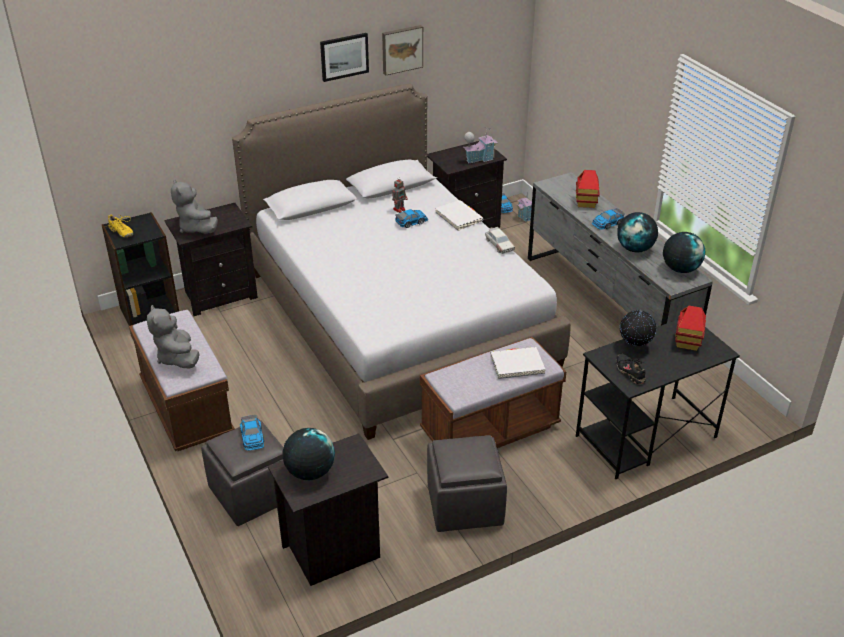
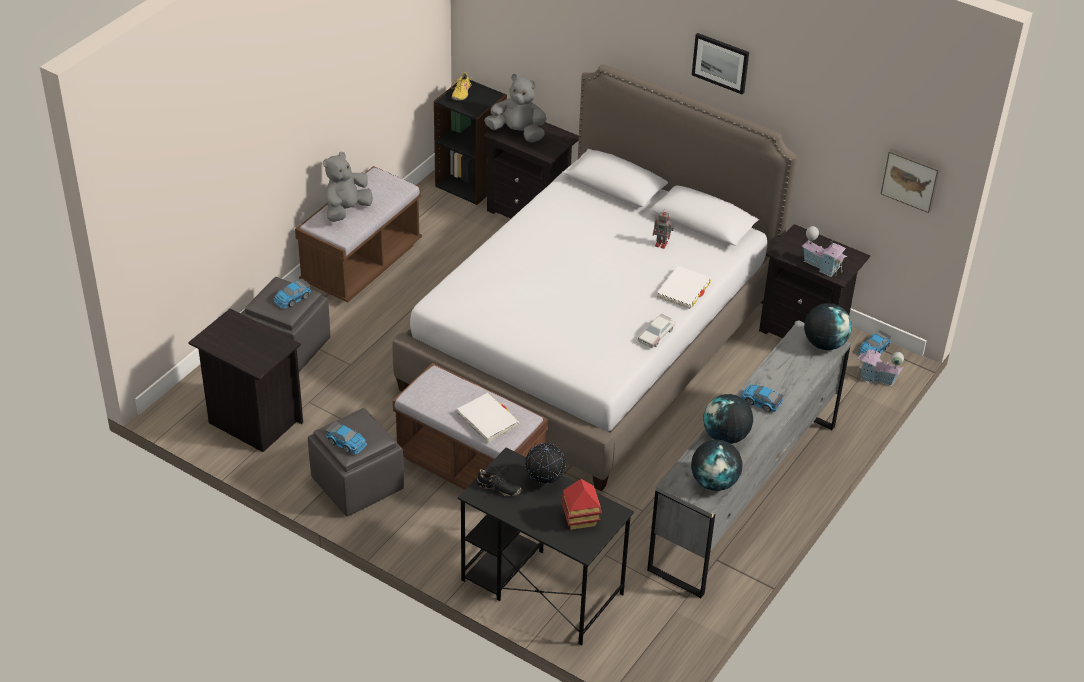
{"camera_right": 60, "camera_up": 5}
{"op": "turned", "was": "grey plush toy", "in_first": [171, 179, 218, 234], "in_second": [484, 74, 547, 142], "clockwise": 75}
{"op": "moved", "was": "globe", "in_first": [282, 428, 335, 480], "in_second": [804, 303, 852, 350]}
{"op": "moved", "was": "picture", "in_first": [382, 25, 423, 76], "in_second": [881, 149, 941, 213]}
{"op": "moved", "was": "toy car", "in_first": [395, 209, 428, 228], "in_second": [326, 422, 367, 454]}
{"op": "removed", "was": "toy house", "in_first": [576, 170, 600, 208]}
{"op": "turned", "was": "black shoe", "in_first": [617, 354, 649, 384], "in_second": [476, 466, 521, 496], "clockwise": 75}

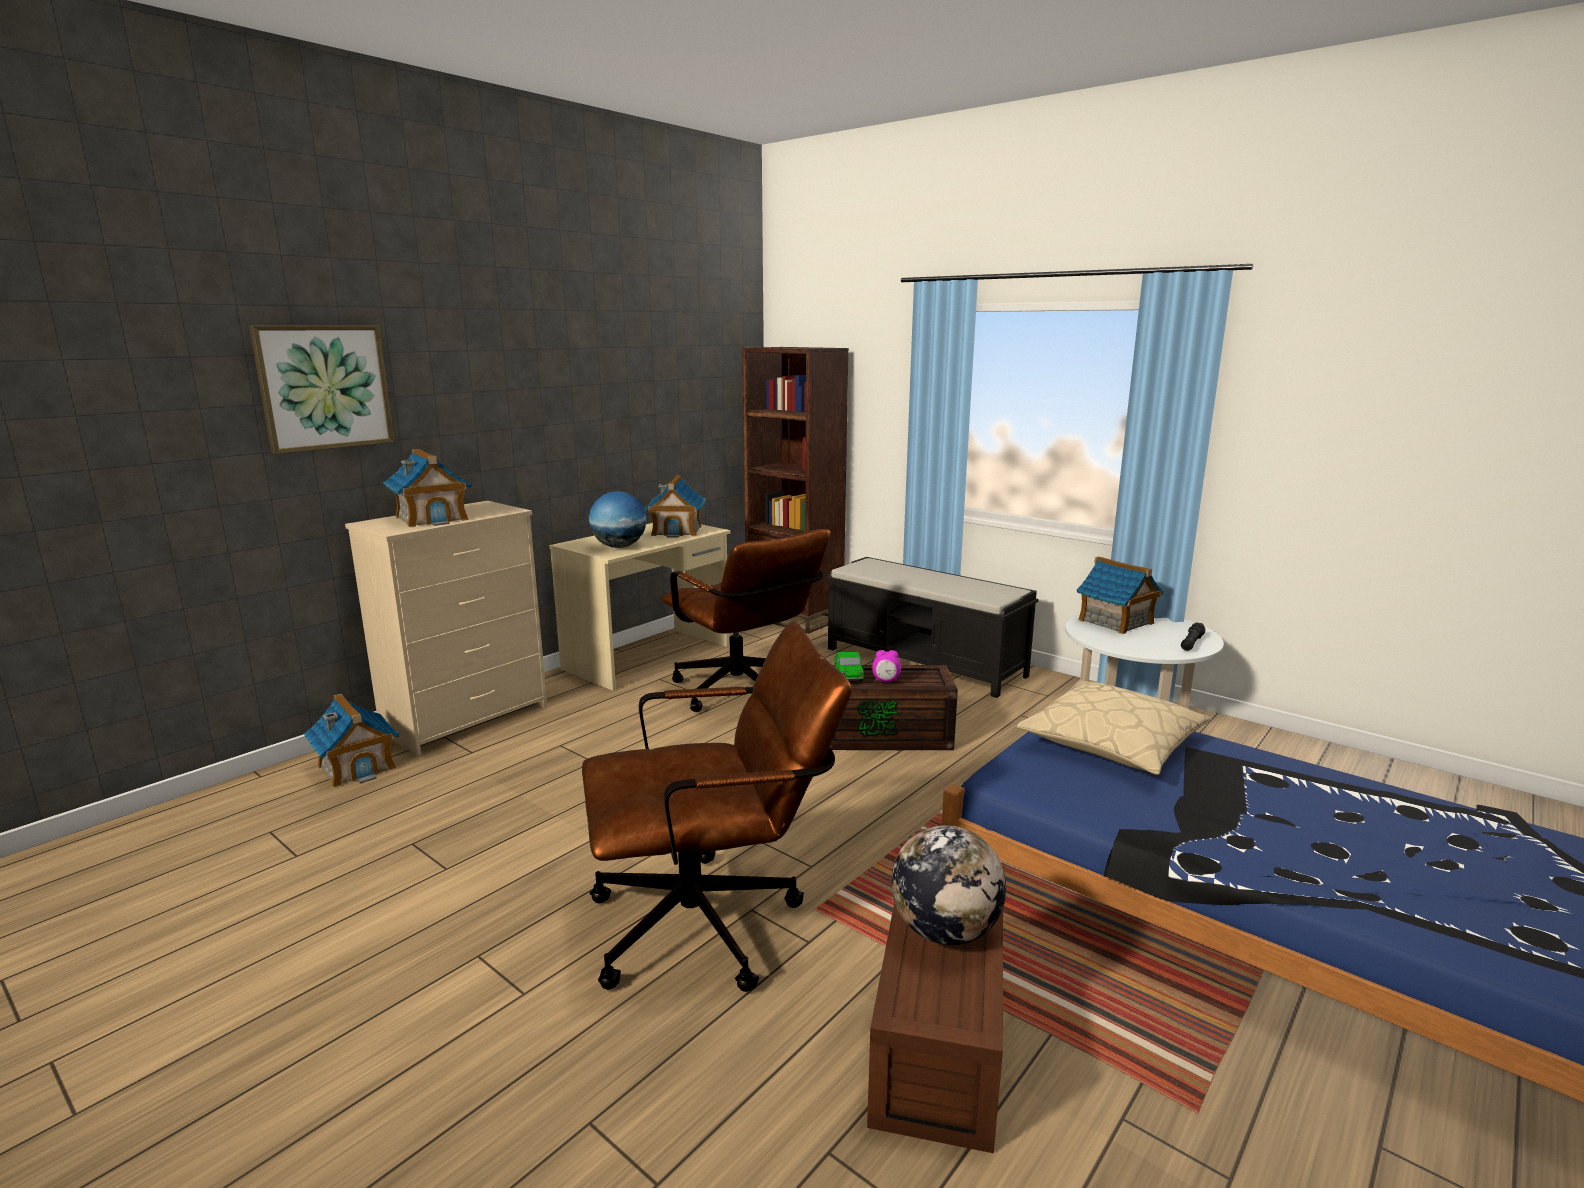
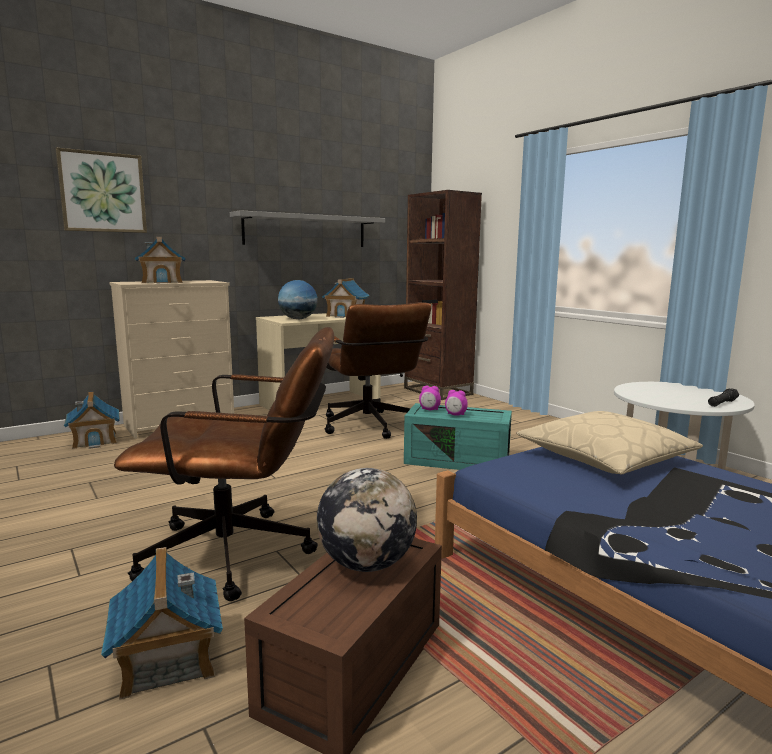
{"camera_right": 15, "camera_up": -5}
{"op": "removed", "was": "black bench", "in_first": [826, 557, 1038, 698]}
{"op": "recoloured", "was": "brown storage box", "now": "turquoise storage box", "in_first": [830, 665, 958, 750], "in_second": [404, 403, 512, 470]}
{"op": "replaced", "was": "toy car", "now": "alarm clock", "in_first": [834, 652, 864, 681], "in_second": [419, 386, 441, 410]}
{"op": "moved", "was": "toy house", "in_first": [1077, 557, 1164, 634], "in_second": [101, 547, 223, 700]}
{"op": "added", "now": "grey shelf", "in_second": [230, 210, 385, 247]}

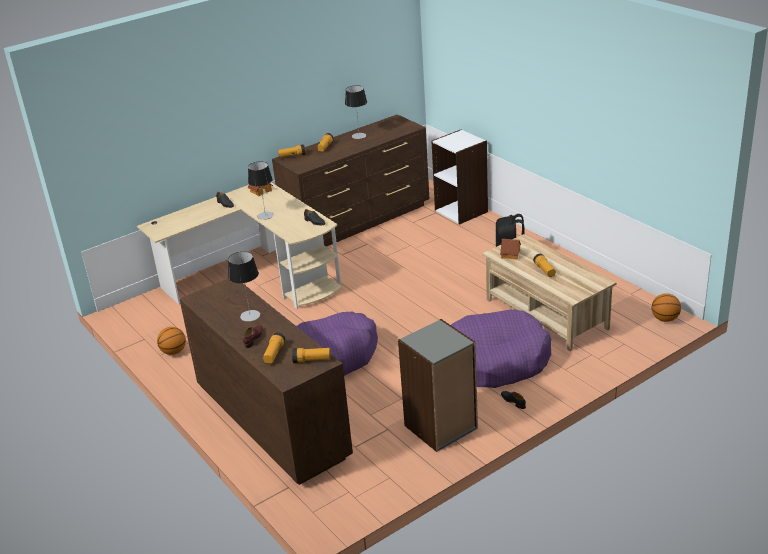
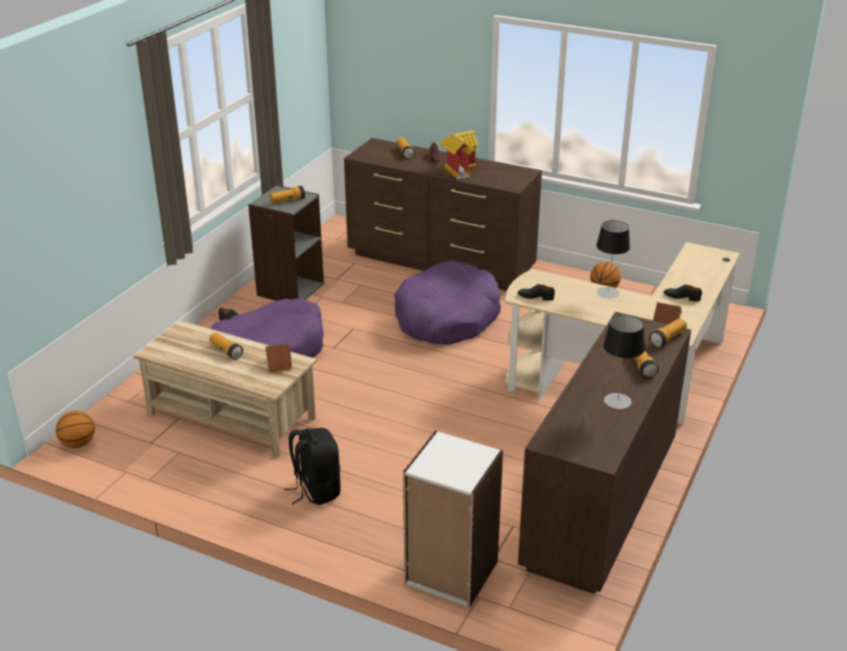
{"camera_right": 150, "camera_up": 0}
{"op": "replaced", "was": "table lamp", "now": "toy house", "in_first": [228, 251, 260, 321], "in_second": [439, 130, 478, 179]}
{"op": "moved", "was": "flashlight", "in_first": [292, 348, 331, 363], "in_second": [270, 186, 305, 203]}

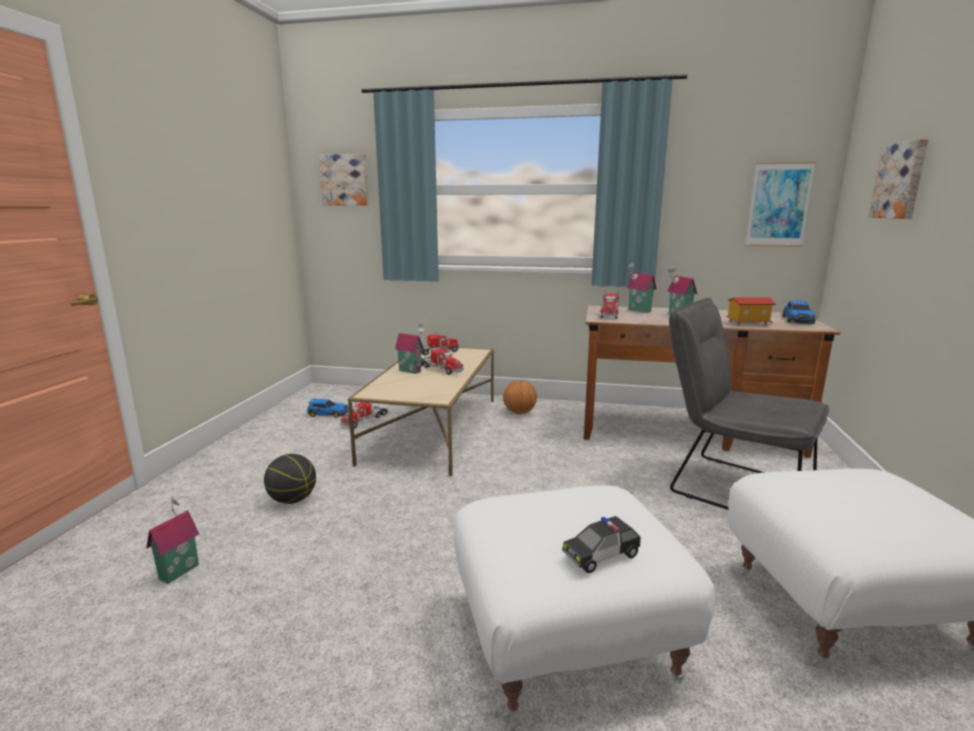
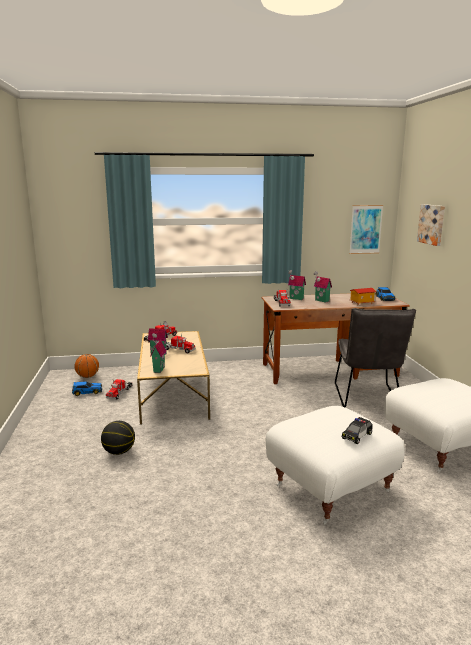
{"camera_right": -20, "camera_up": 0}
{"op": "moved", "was": "toy house", "in_first": [146, 496, 199, 584], "in_second": [150, 333, 166, 373]}
{"op": "removed", "was": "picture", "in_first": [318, 154, 369, 205]}
{"op": "moved", "was": "basketball", "in_first": [503, 380, 537, 414], "in_second": [74, 354, 99, 378]}
{"op": "turned", "was": "grey chair", "in_first": [669, 298, 830, 510], "in_second": [335, 308, 416, 408], "clockwise": -105}

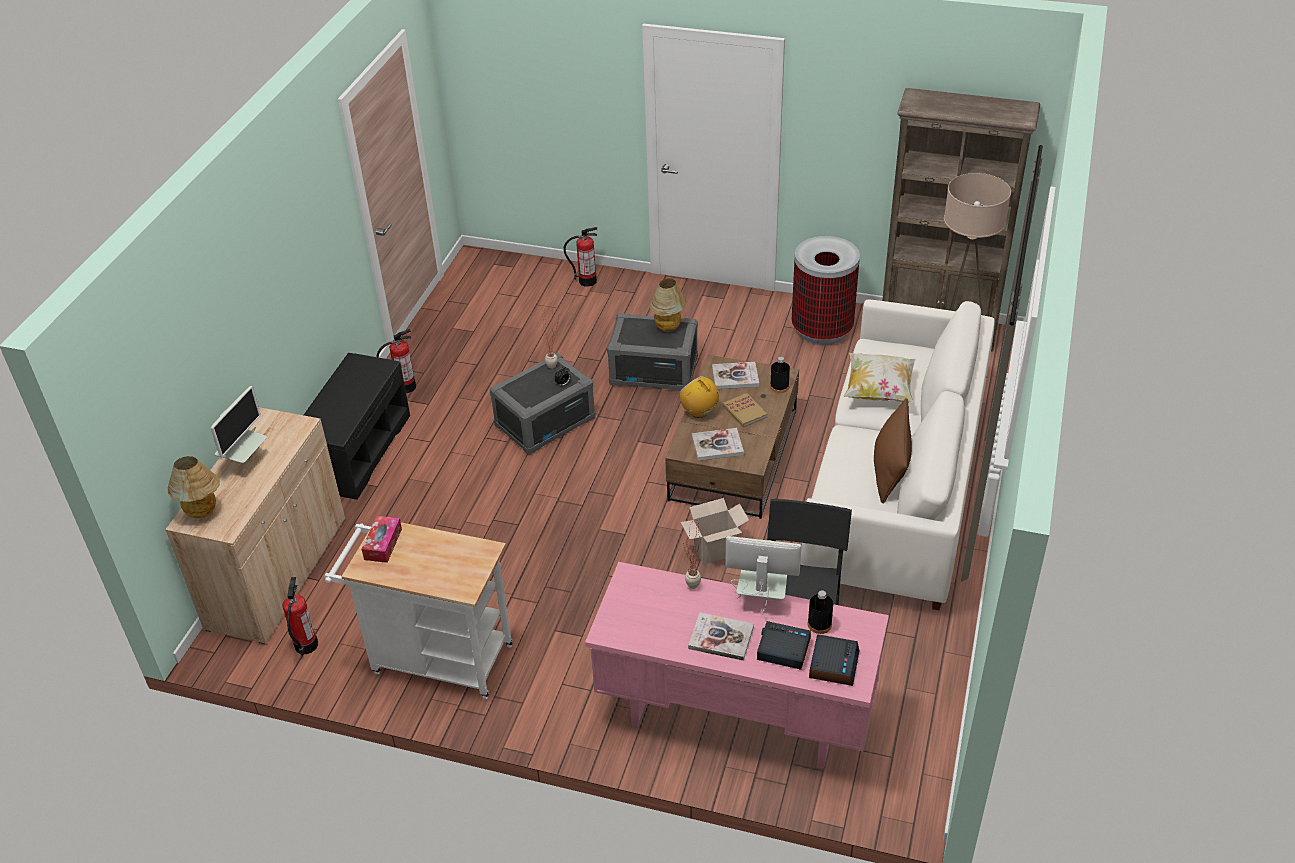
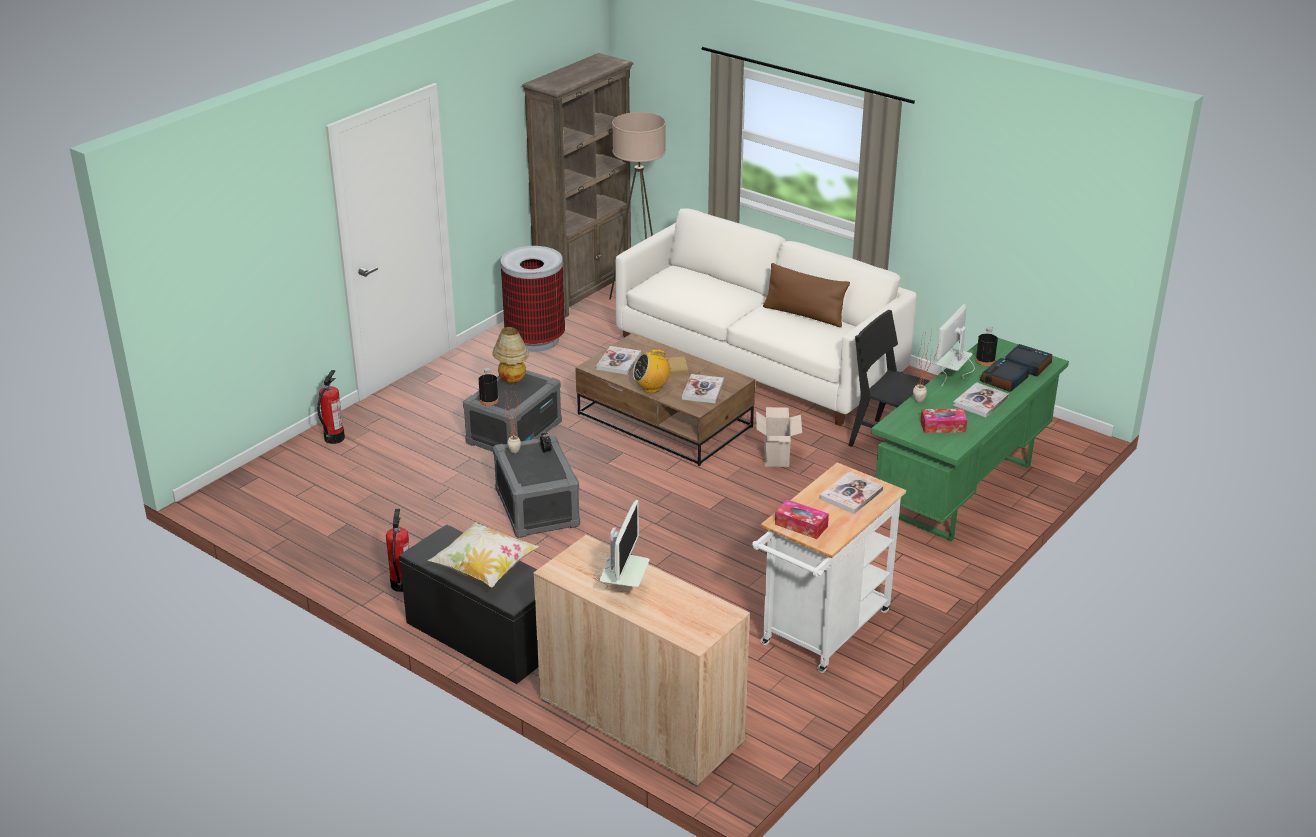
{"camera_right": -70, "camera_up": -10}
{"op": "removed", "was": "table lamp", "in_first": [168, 456, 220, 518]}
{"op": "turned", "was": "monitor", "in_first": [211, 386, 267, 463], "in_second": [594, 500, 650, 588], "clockwise": 60}
{"op": "removed", "was": "fire extinguisher", "in_first": [282, 577, 318, 656]}
{"op": "recoloured", "was": "pink desk", "now": "green desk", "in_first": [585, 562, 889, 769], "in_second": [871, 337, 1069, 541]}
{"op": "moved", "was": "black bottle", "in_first": [770, 357, 790, 393], "in_second": [479, 368, 499, 406]}
{"op": "moved", "was": "pillow", "in_first": [844, 353, 916, 403], "in_second": [428, 522, 539, 587]}
{"op": "added", "now": "book", "in_second": [820, 472, 883, 514]}
{"op": "added", "now": "tissue box", "in_second": [920, 408, 967, 433]}

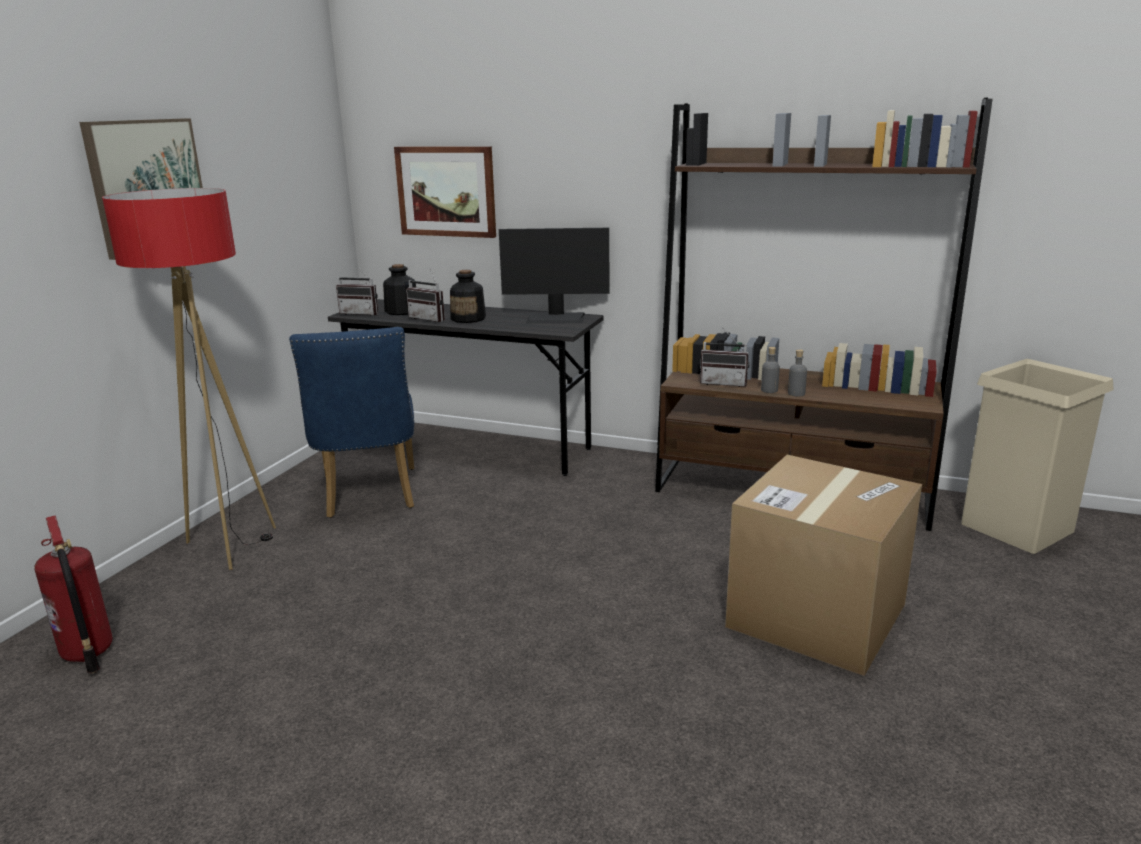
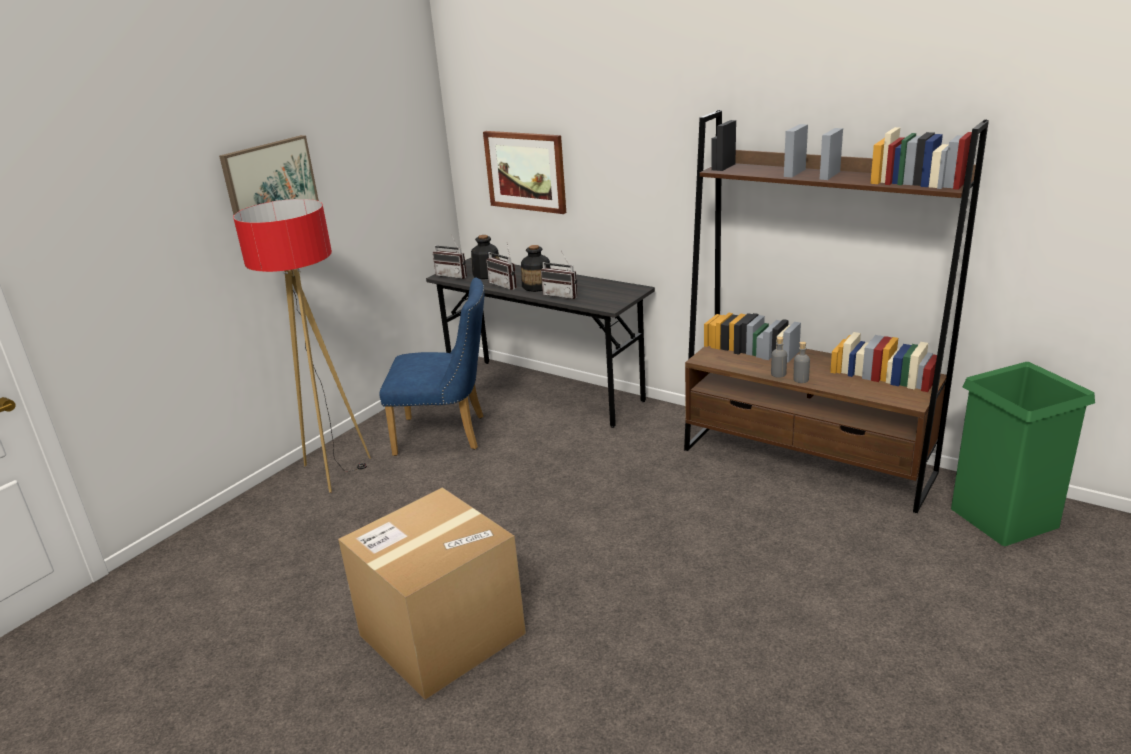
{"camera_right": 15, "camera_up": 5}
{"op": "removed", "was": "fire extinguisher", "in_first": [34, 516, 112, 674]}
{"op": "turned", "was": "blue chair", "in_first": [289, 327, 414, 518], "in_second": [379, 277, 484, 456], "clockwise": -90}
{"op": "removed", "was": "monitor", "in_first": [499, 228, 609, 324]}
{"op": "moved", "was": "radio", "in_first": [700, 328, 750, 387], "in_second": [541, 251, 578, 299]}
{"op": "moved", "was": "cardboard box", "in_first": [725, 455, 922, 676], "in_second": [338, 488, 526, 700]}
{"op": "recoloured", "was": "beige trash can", "now": "green trash can", "in_first": [961, 359, 1114, 554], "in_second": [951, 362, 1095, 546]}

